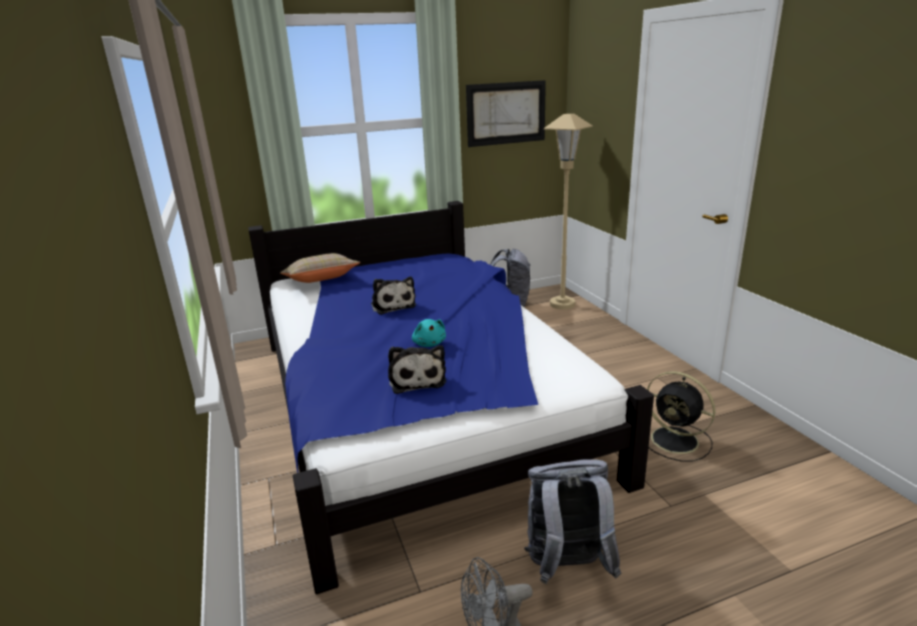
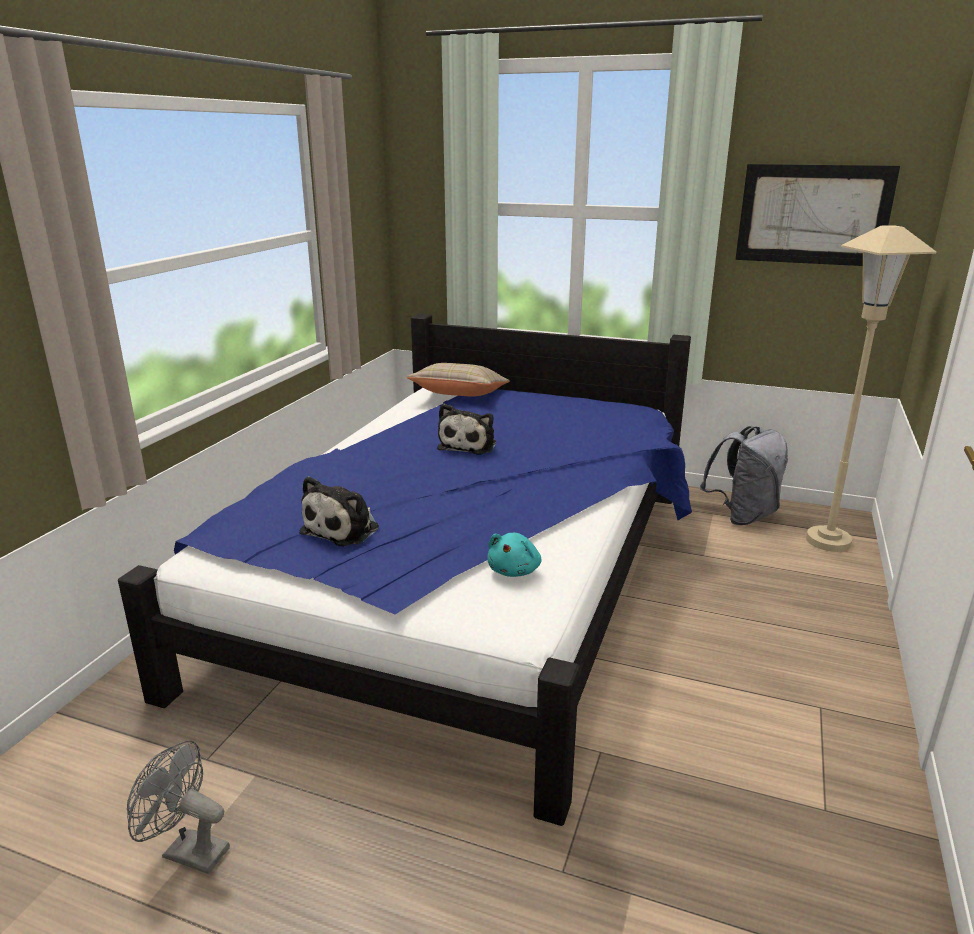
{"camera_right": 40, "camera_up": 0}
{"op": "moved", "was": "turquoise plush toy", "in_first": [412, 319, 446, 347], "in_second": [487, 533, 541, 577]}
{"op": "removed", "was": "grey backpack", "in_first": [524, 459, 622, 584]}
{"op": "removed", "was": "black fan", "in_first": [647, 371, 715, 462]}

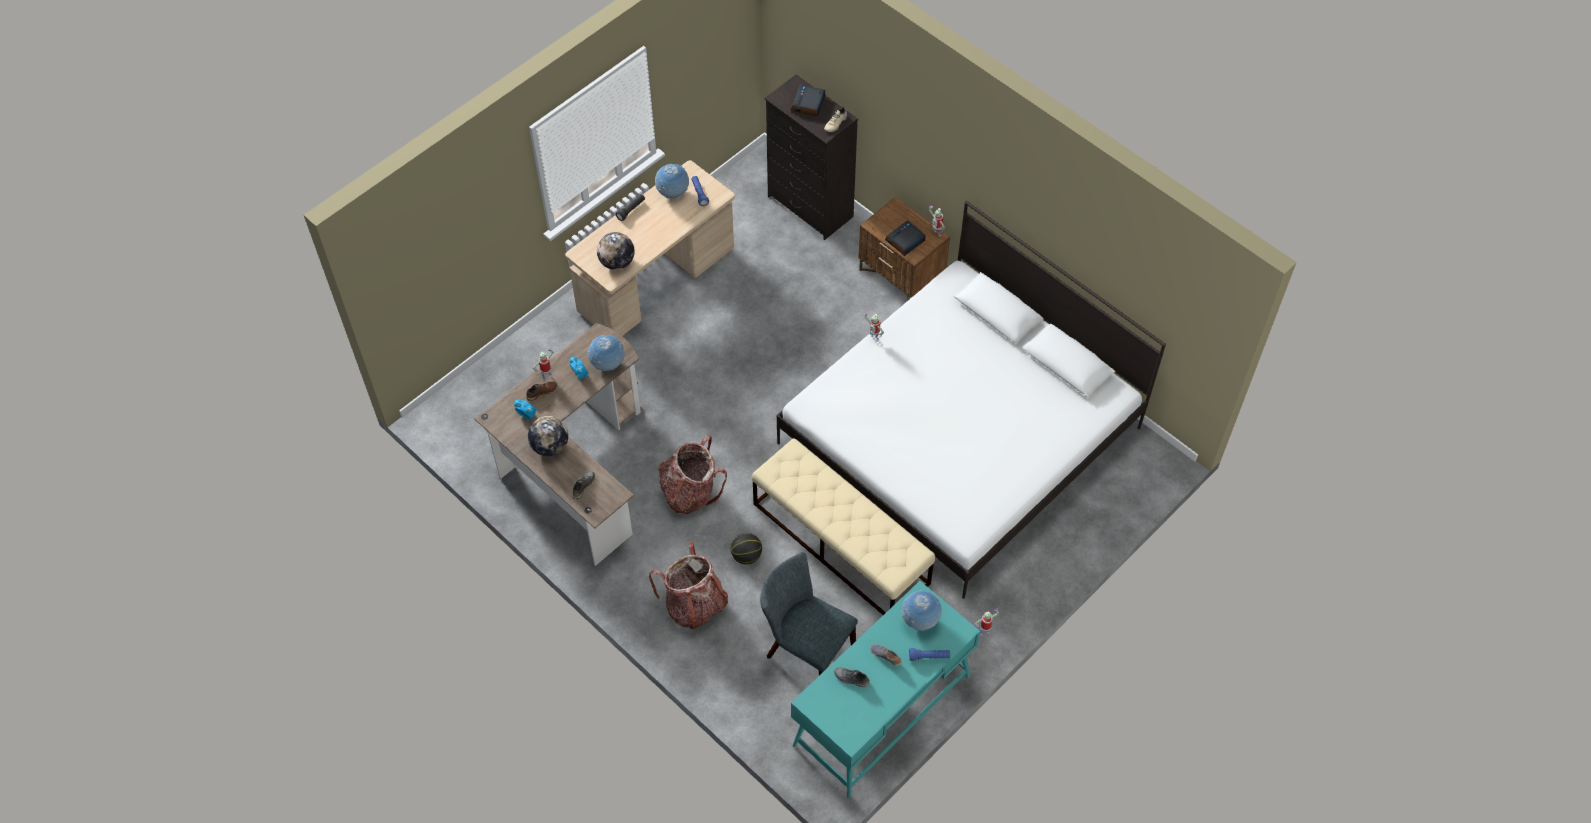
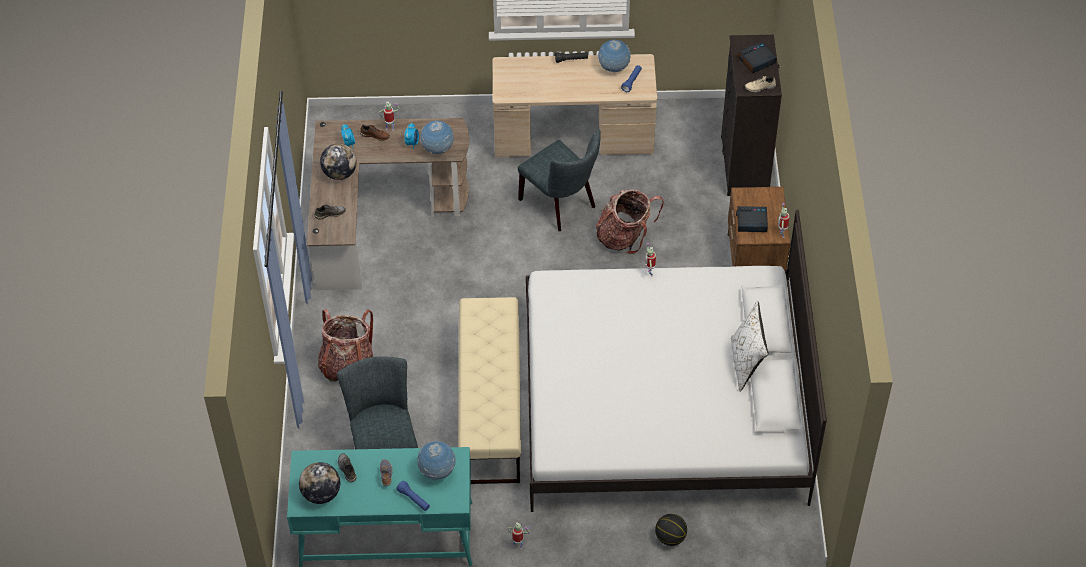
{"camera_right": 45, "camera_up": -5}
{"op": "moved", "was": "globe", "in_first": [597, 232, 635, 270], "in_second": [299, 462, 340, 504]}
{"op": "moved", "was": "backpack", "in_first": [658, 435, 727, 514], "in_second": [596, 189, 664, 254]}
{"op": "moved", "was": "basketball", "in_first": [731, 533, 762, 565], "in_second": [655, 514, 687, 546]}
{"op": "added", "now": "grey chair", "in_second": [518, 129, 601, 231]}
{"op": "added", "now": "white pillow", "in_second": [731, 301, 768, 392]}

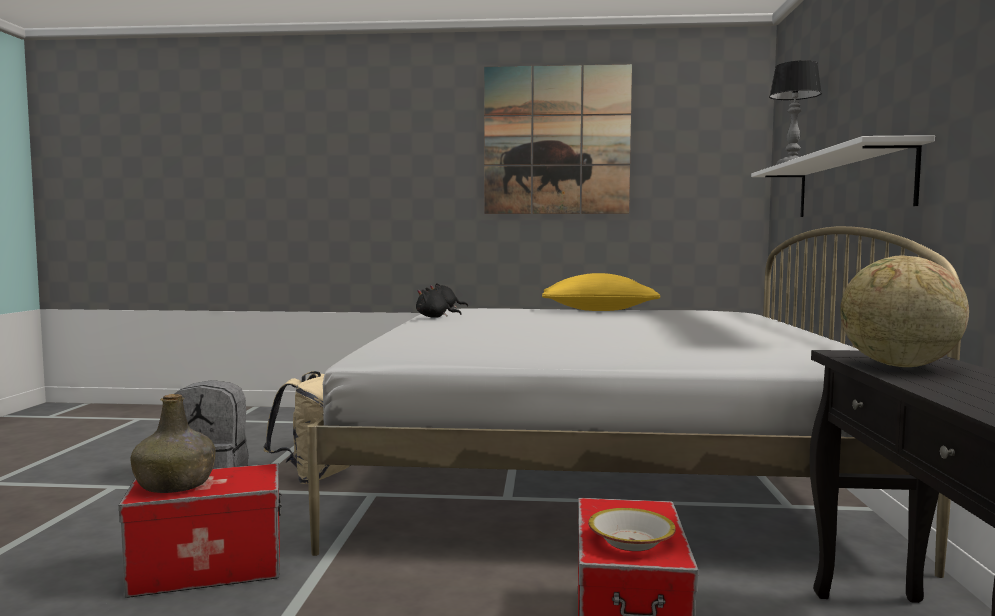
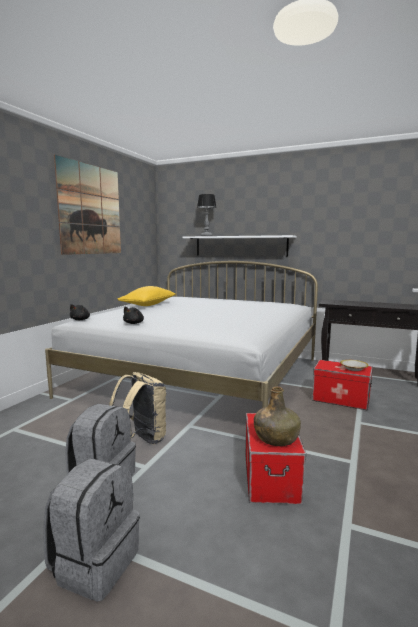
{"camera_right": -70, "camera_up": 5}
{"op": "removed", "was": "globe", "in_first": [840, 255, 969, 367]}
{"op": "added", "now": "grey backpack", "in_second": [43, 458, 140, 602]}

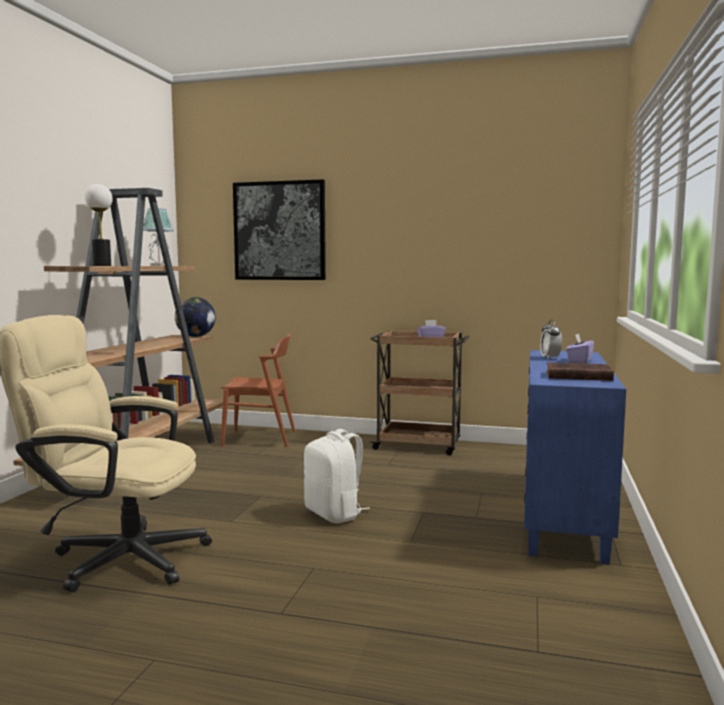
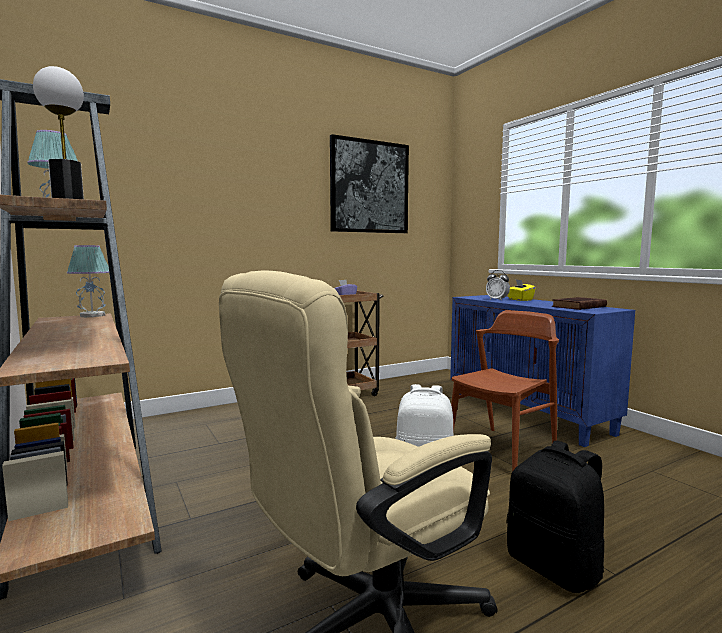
{"camera_right": -45, "camera_up": 0}
{"op": "replaced", "was": "globe", "now": "table lamp", "in_first": [175, 297, 216, 337], "in_second": [67, 245, 109, 317]}
{"op": "moved", "was": "brown chair", "in_first": [221, 334, 296, 447], "in_second": [451, 310, 559, 472]}
{"op": "moved", "was": "picture", "in_first": [233, 179, 326, 280], "in_second": [330, 134, 409, 233]}
{"op": "recoloured", "was": "purple tissue box", "now": "yellow tissue box", "in_first": [566, 333, 594, 363], "in_second": [508, 280, 536, 301]}
{"op": "added", "now": "black backpack", "in_second": [507, 440, 604, 593]}

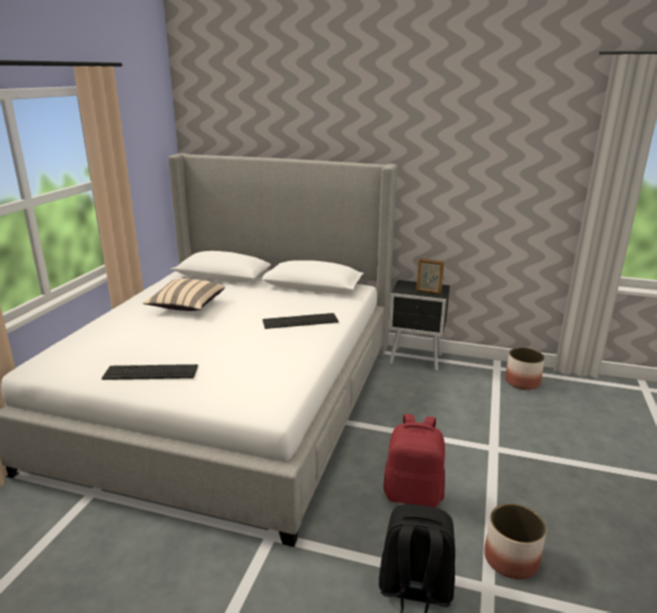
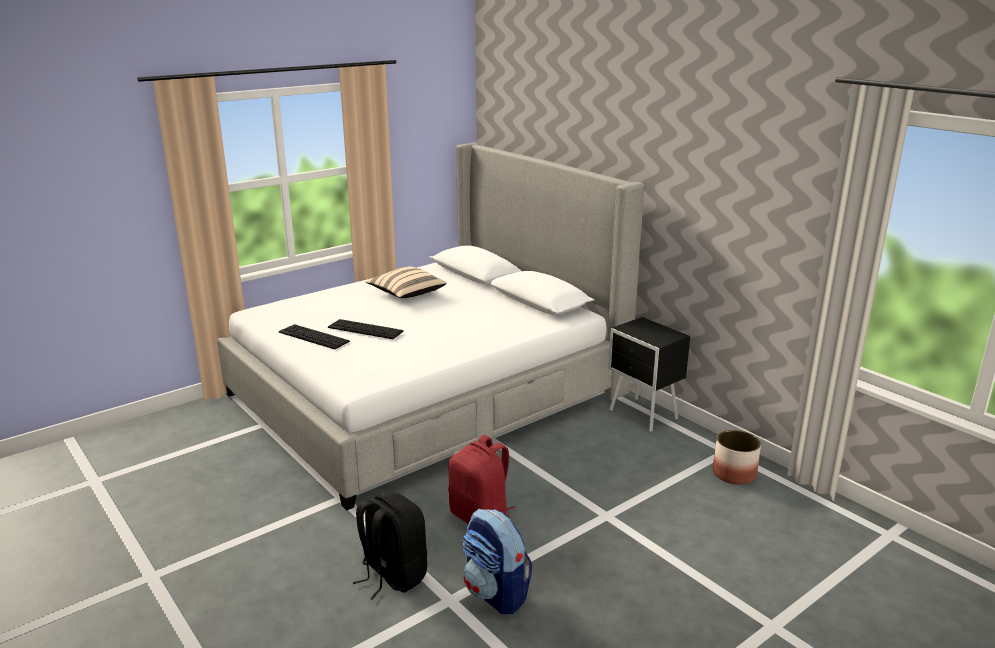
{"camera_right": 35, "camera_up": 0}
{"op": "moved", "was": "keyboard", "in_first": [263, 313, 339, 329], "in_second": [328, 319, 404, 339]}
{"op": "removed", "was": "picture frame", "in_first": [416, 258, 444, 294]}
{"op": "replaced", "was": "planter", "now": "backpack", "in_first": [484, 503, 546, 579], "in_second": [463, 509, 532, 614]}

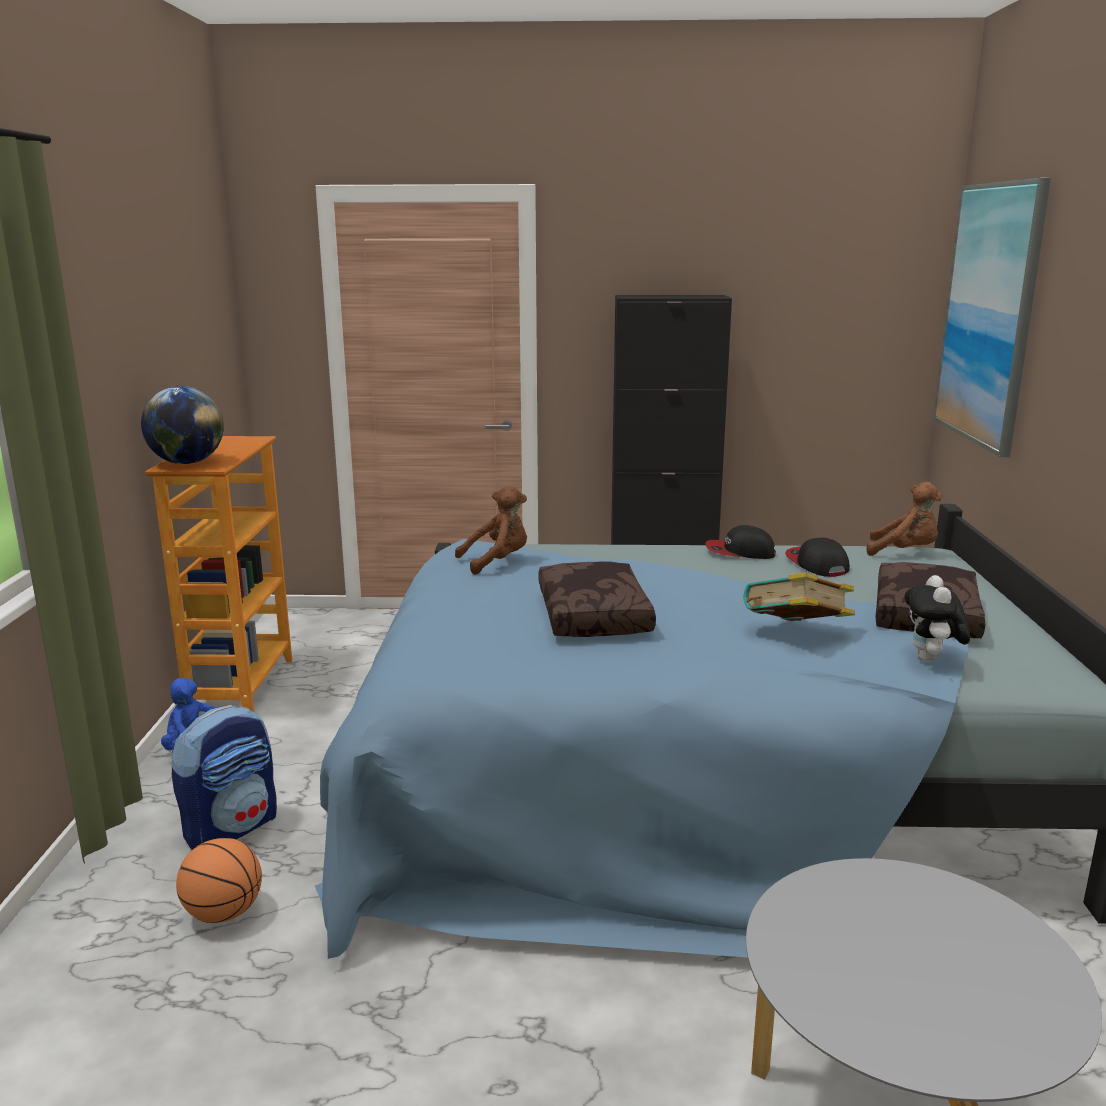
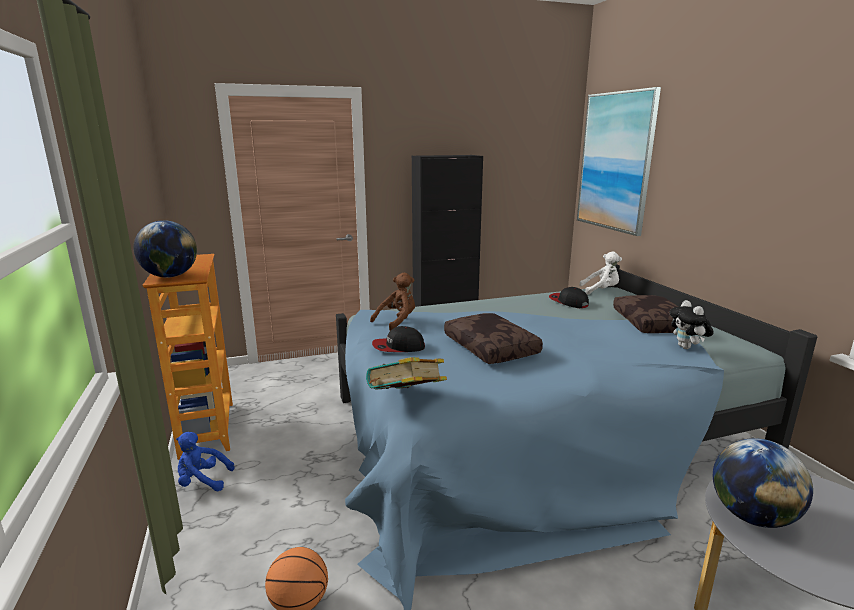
{"camera_right": -20, "camera_up": 0}
{"op": "removed", "was": "backpack", "in_first": [171, 705, 277, 850]}
{"op": "moved", "was": "cap", "in_first": [705, 525, 776, 559], "in_second": [372, 326, 425, 352]}
{"op": "moved", "was": "book", "in_first": [743, 572, 855, 621], "in_second": [366, 357, 447, 389]}
{"op": "recoloured", "was": "brown plush toy", "now": "white plush toy", "in_first": [867, 482, 943, 556], "in_second": [579, 252, 622, 295]}
{"op": "added", "now": "globe", "in_second": [713, 438, 813, 528]}

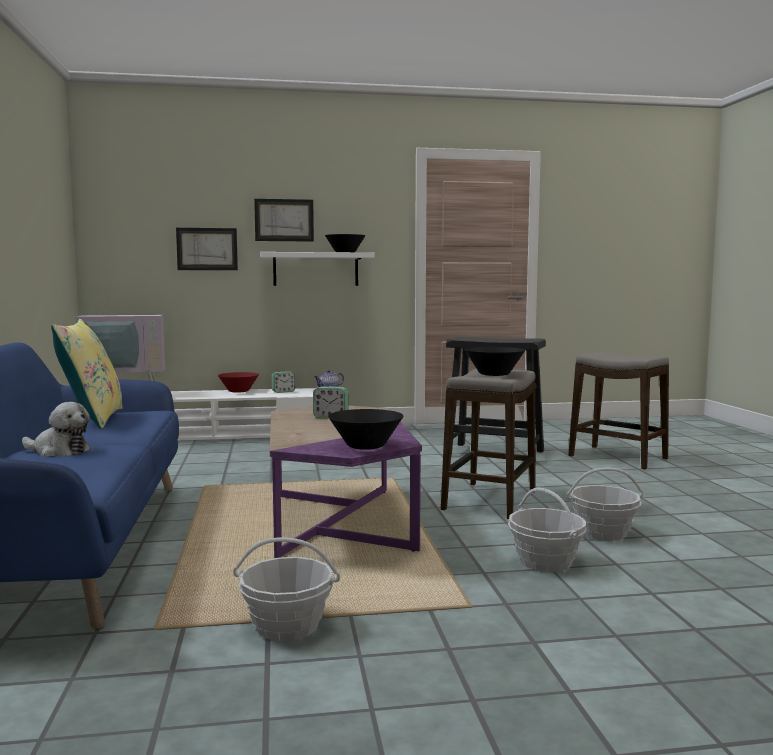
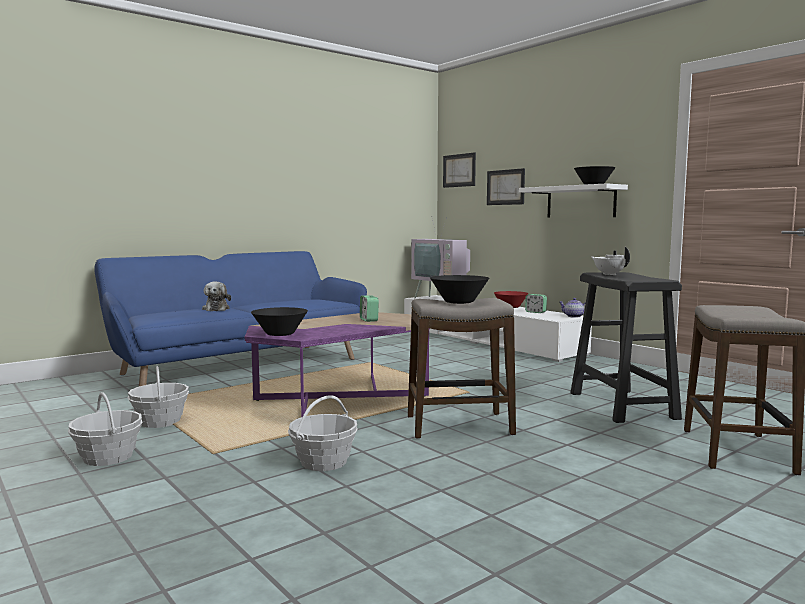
{"camera_right": 60, "camera_up": 0}
{"op": "removed", "was": "yellow pillow", "in_first": [51, 319, 123, 429]}
{"op": "moved", "was": "picture", "in_first": [254, 199, 314, 242], "in_second": [443, 152, 476, 188]}
{"op": "moved", "was": "basket", "in_first": [566, 468, 643, 541], "in_second": [68, 392, 142, 466]}
{"op": "added", "now": "white teapot", "in_second": [591, 247, 630, 275]}

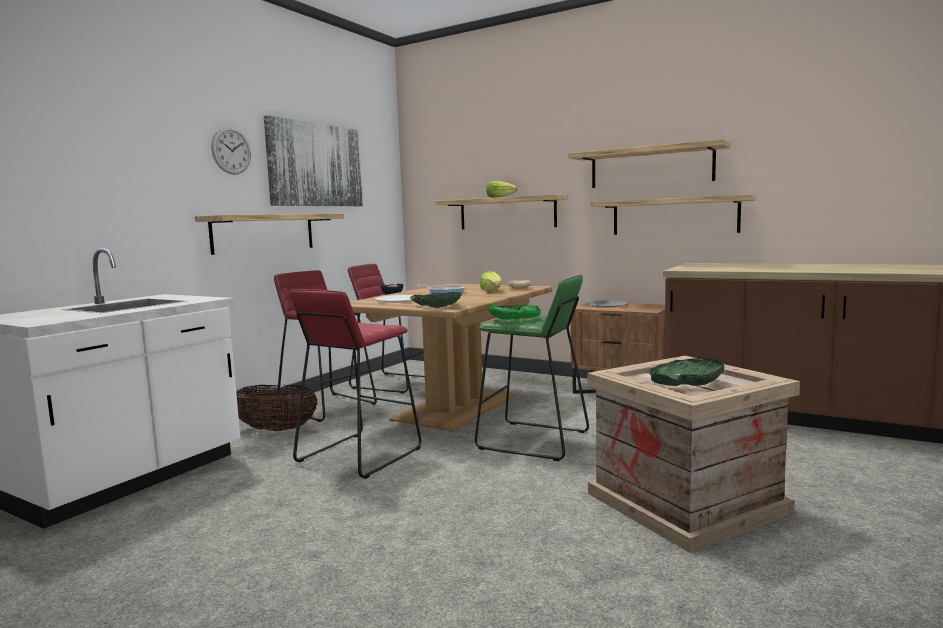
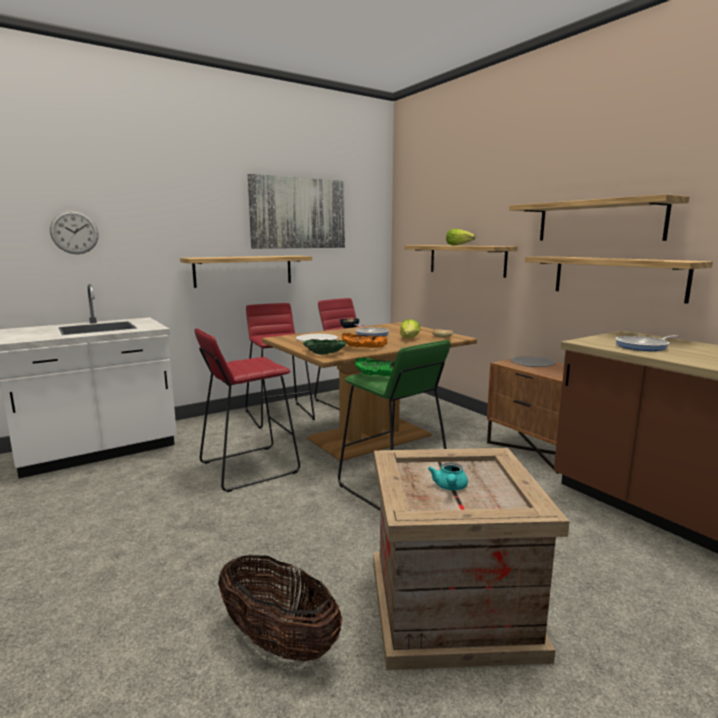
{"camera_right": 25, "camera_up": 5}
{"op": "moved", "was": "wall clock", "in_first": [211, 127, 251, 175], "in_second": [50, 210, 98, 254]}
{"op": "moved", "was": "basket", "in_first": [236, 385, 317, 431], "in_second": [218, 555, 342, 662]}
{"op": "replaced", "was": "green bowl", "now": "turquoise teapot", "in_first": [650, 358, 724, 386], "in_second": [428, 463, 468, 490]}
{"op": "added", "now": "orange bowl", "in_second": [342, 333, 387, 348]}
{"op": "added", "now": "frying pan", "in_second": [615, 335, 678, 351]}

